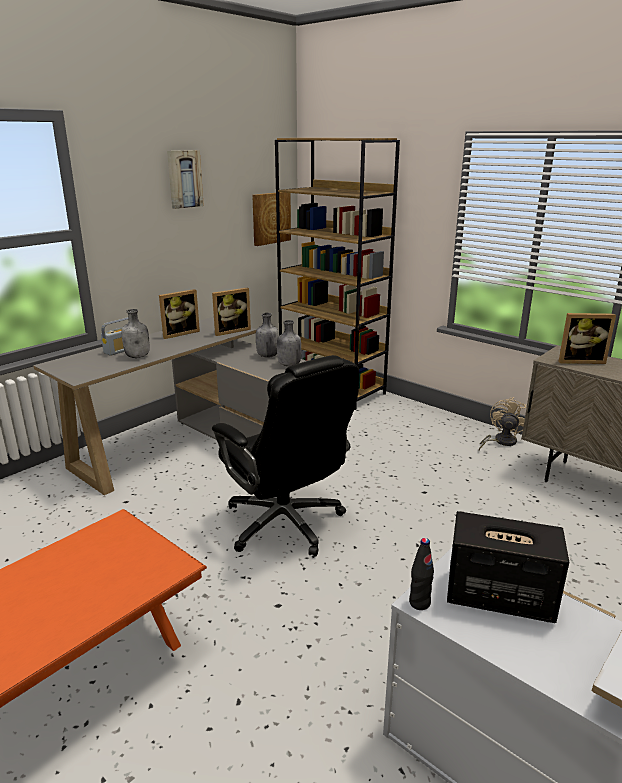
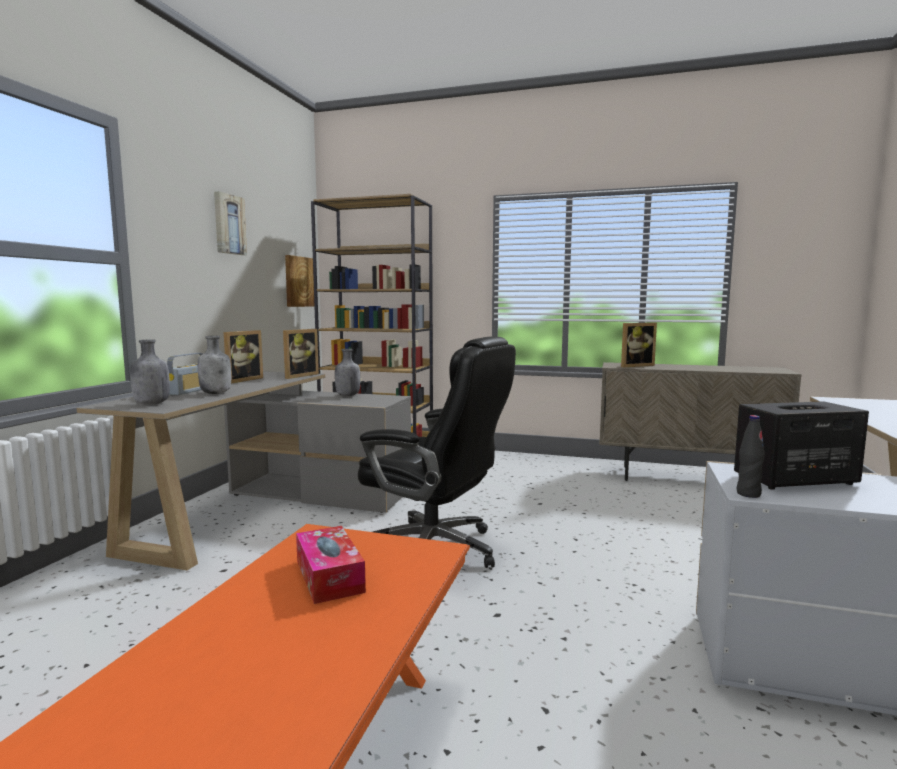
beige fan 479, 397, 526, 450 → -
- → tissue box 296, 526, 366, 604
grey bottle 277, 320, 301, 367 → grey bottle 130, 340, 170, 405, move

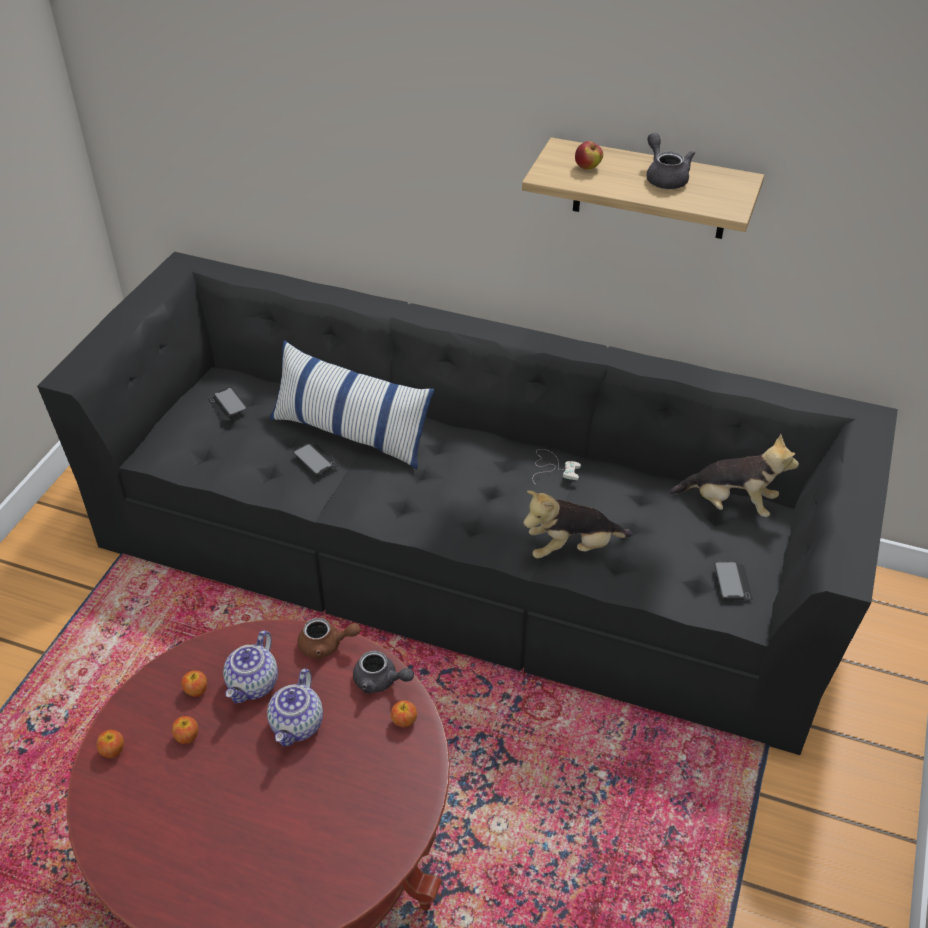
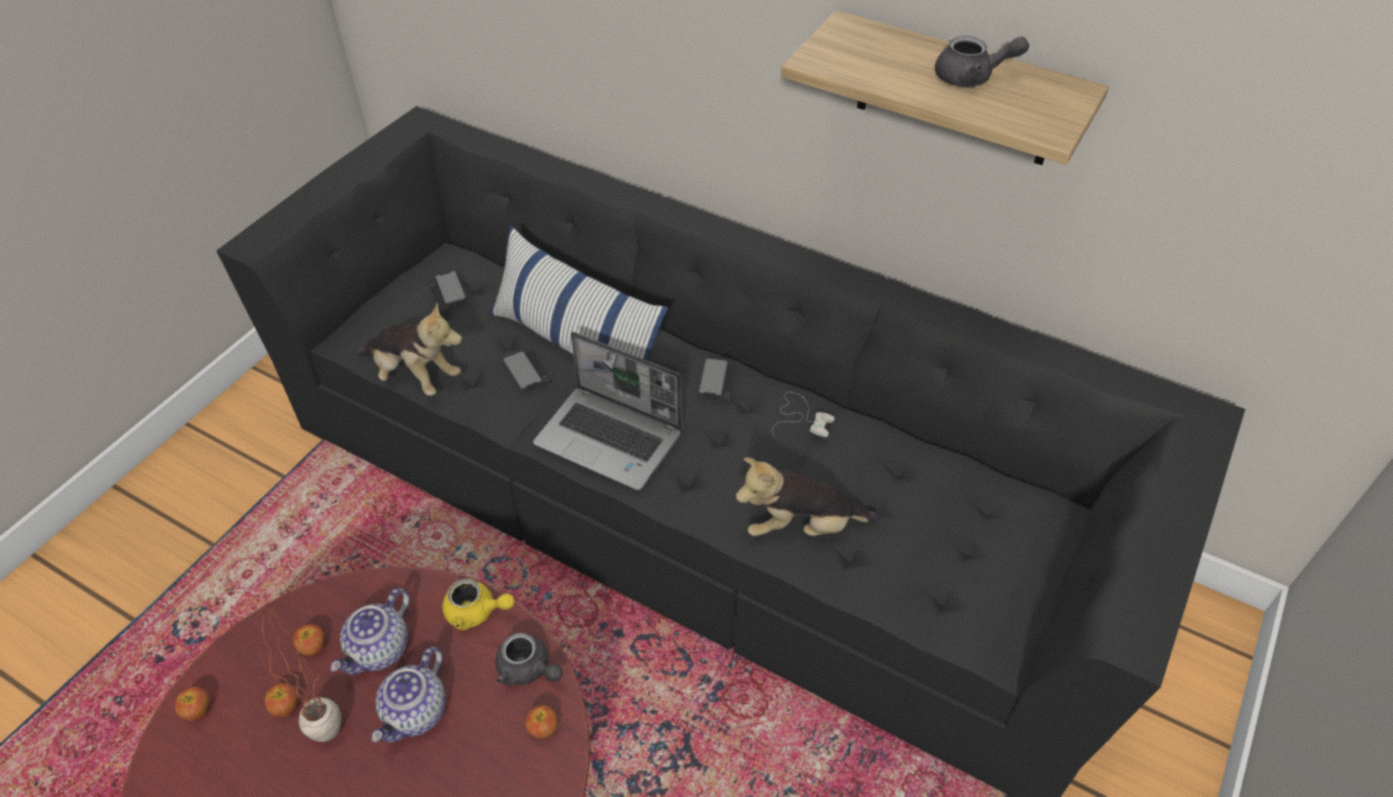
apple 575, 141, 603, 170 → -
- → potted plant 260, 607, 342, 742
- → laptop 533, 332, 682, 490
plush toy 669, 434, 799, 517 → plush toy 356, 302, 462, 396, move
phone 714, 561, 753, 601 → phone 698, 358, 737, 401, move
brown teapot 297, 618, 361, 659 → yellow teapot 442, 579, 515, 630
grey teapot 647, 133, 695, 189 → grey teapot 935, 36, 1029, 87, 105 degrees clockwise

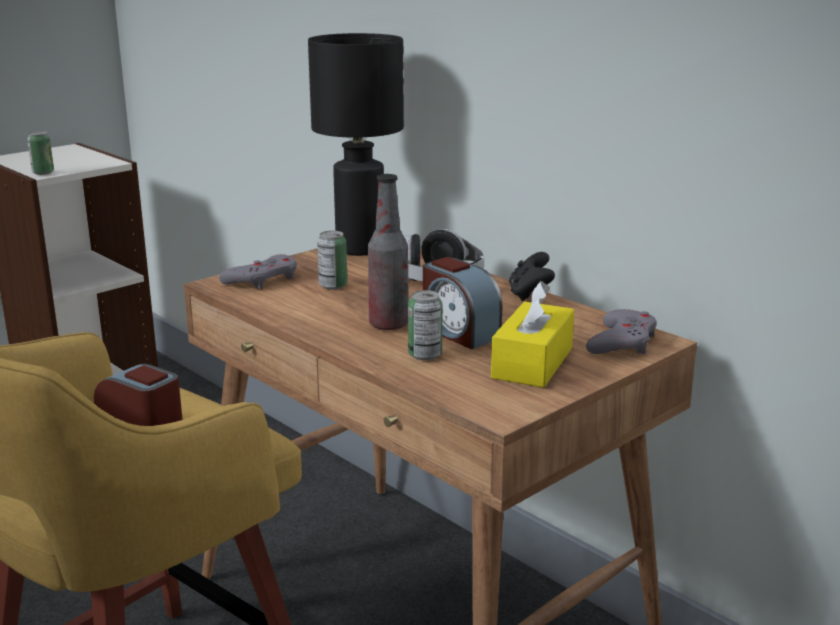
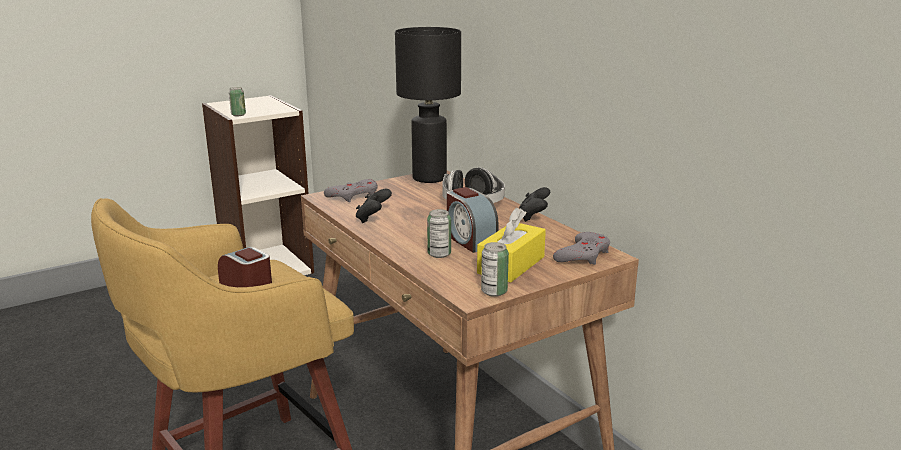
bottle 368, 174, 409, 330 → -
- → black game controller 356, 189, 392, 223
can 317, 231, 347, 290 → can 481, 242, 509, 297, move

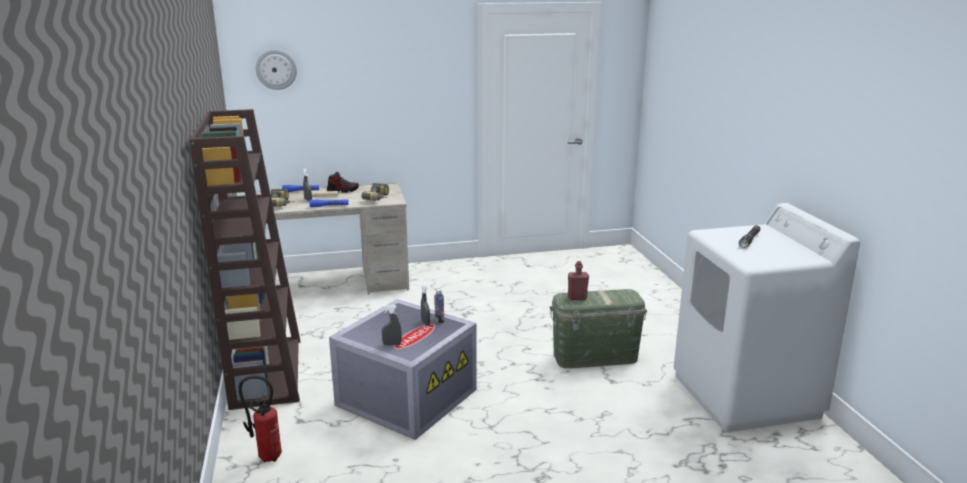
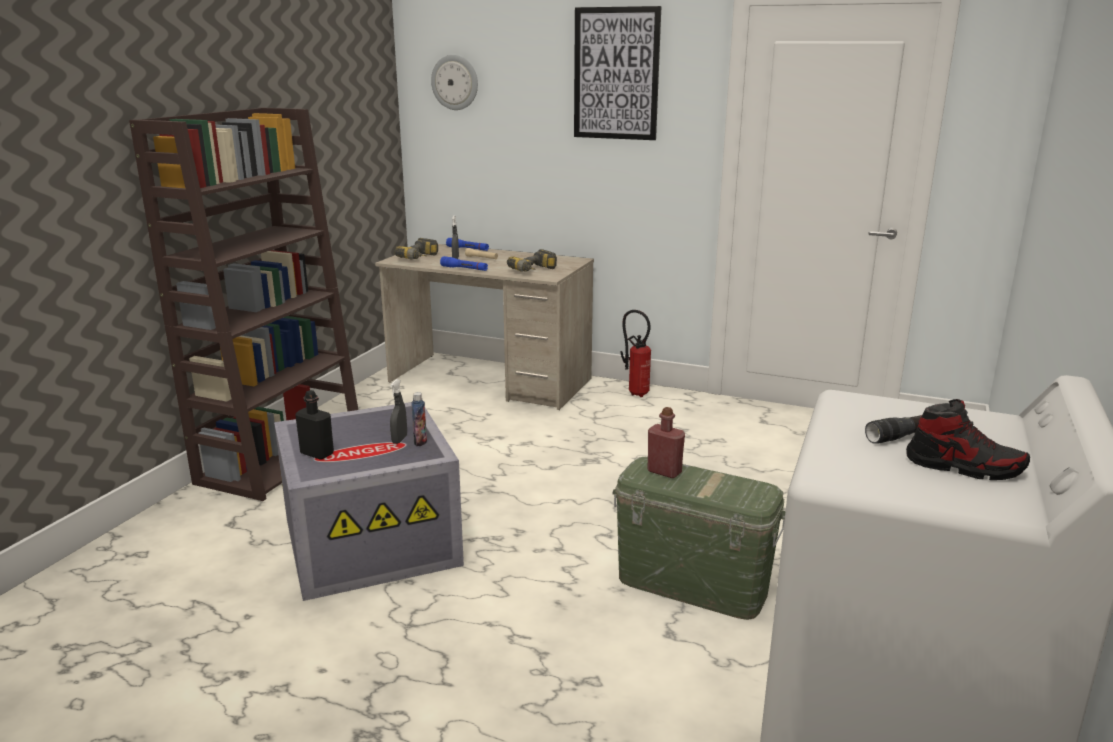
- → picture 574, 6, 661, 140
fire extinguisher 238, 375, 282, 462 → fire extinguisher 621, 310, 651, 397, move
shoe 327, 172, 359, 193 → shoe 906, 399, 1030, 480, move
grey spray bottle 382, 305, 402, 346 → black bottle 295, 390, 334, 460

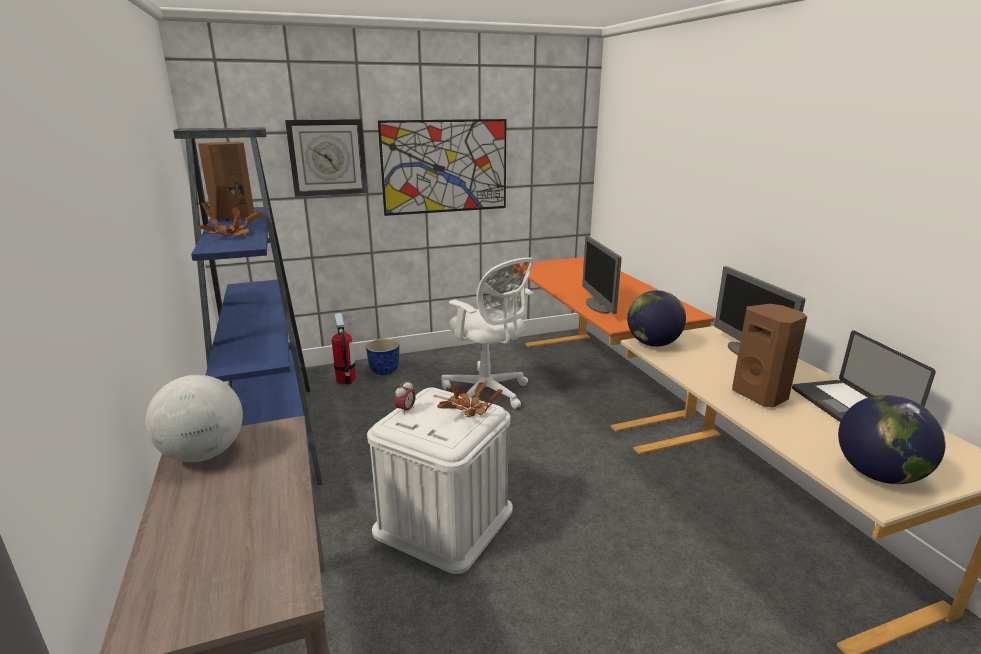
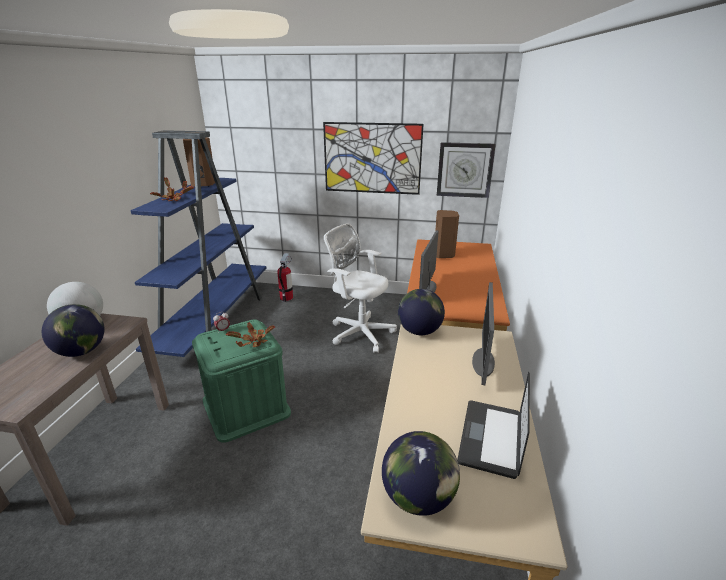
planter 366, 339, 399, 375 → -
- → globe 42, 304, 104, 357
wall clock 285, 119, 368, 197 → wall clock 437, 142, 496, 198, move
brown speaker 732, 304, 807, 408 → brown speaker 435, 210, 459, 258, move
white storage box 367, 388, 513, 574 → green storage box 192, 319, 291, 443
white office chair 441, 257, 535, 409 → white office chair 324, 224, 397, 353, 135 degrees clockwise

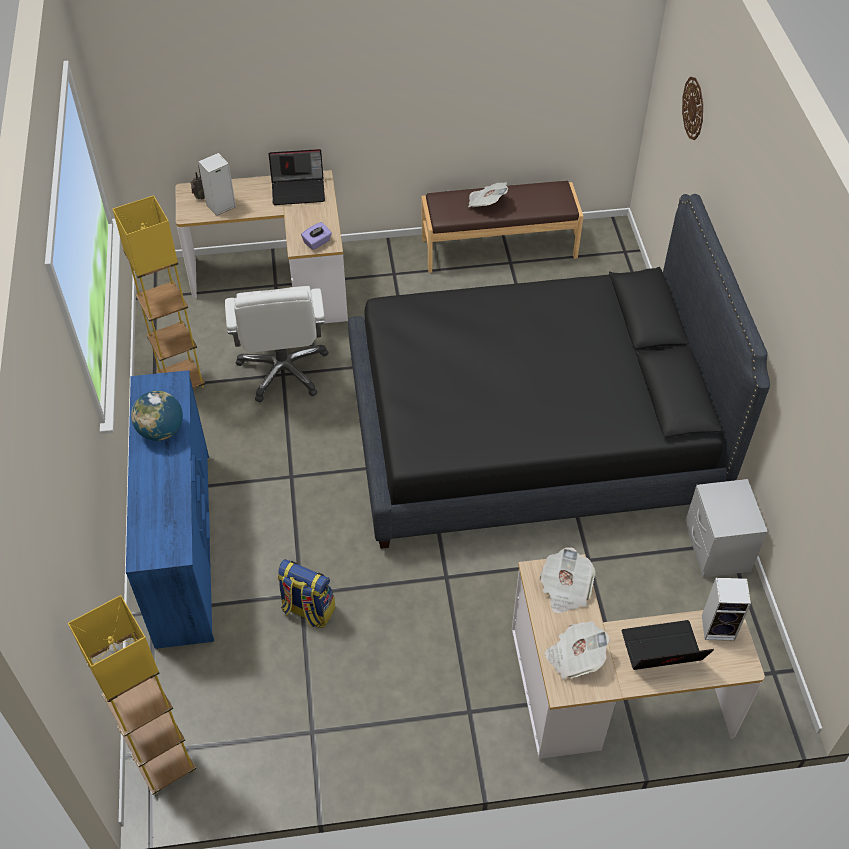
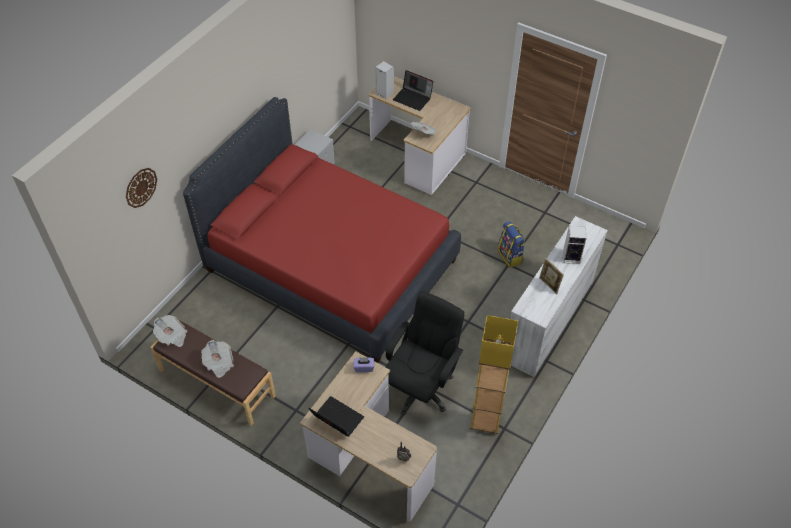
yellow floor lamp 68, 595, 196, 795 → -
speaker 198, 153, 236, 216 → speaker 563, 226, 587, 264, move
newspaper 544, 621, 610, 679 → newspaper 153, 315, 187, 347, move
globe 131, 391, 183, 441 → picture frame 539, 258, 564, 294
blue dresser 126, 370, 214, 649 → white dresser 506, 216, 608, 377
white office chair 225, 286, 329, 402 → black office chair 386, 291, 465, 415
black bed 348, 194, 770, 549 → red bed 183, 97, 461, 363

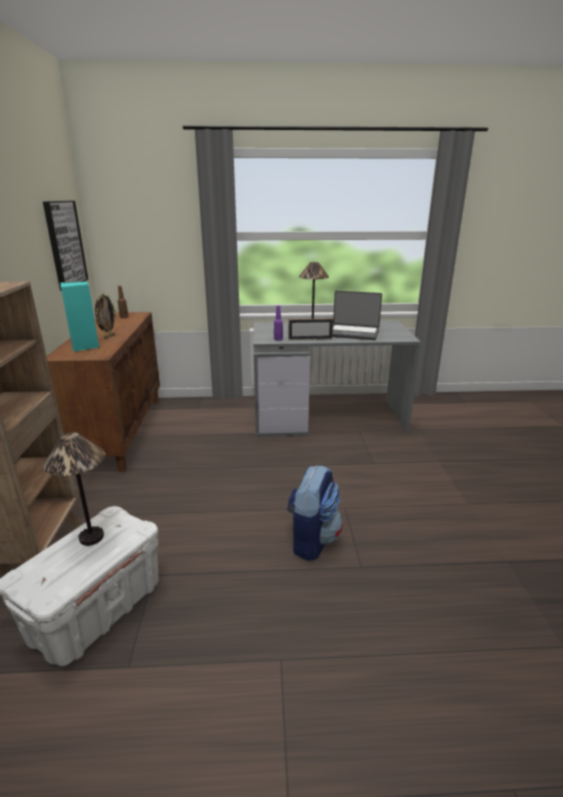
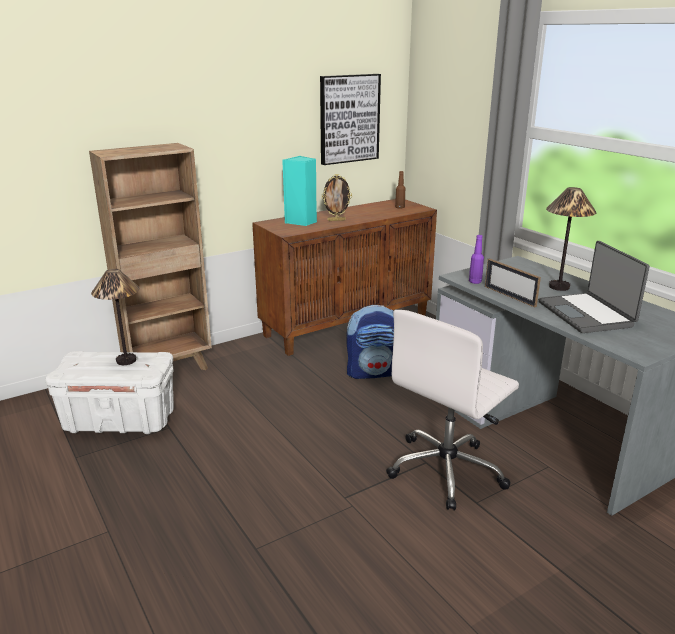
- → white office chair 386, 310, 519, 510
backpack 287, 465, 343, 561 → backpack 347, 305, 394, 379, move

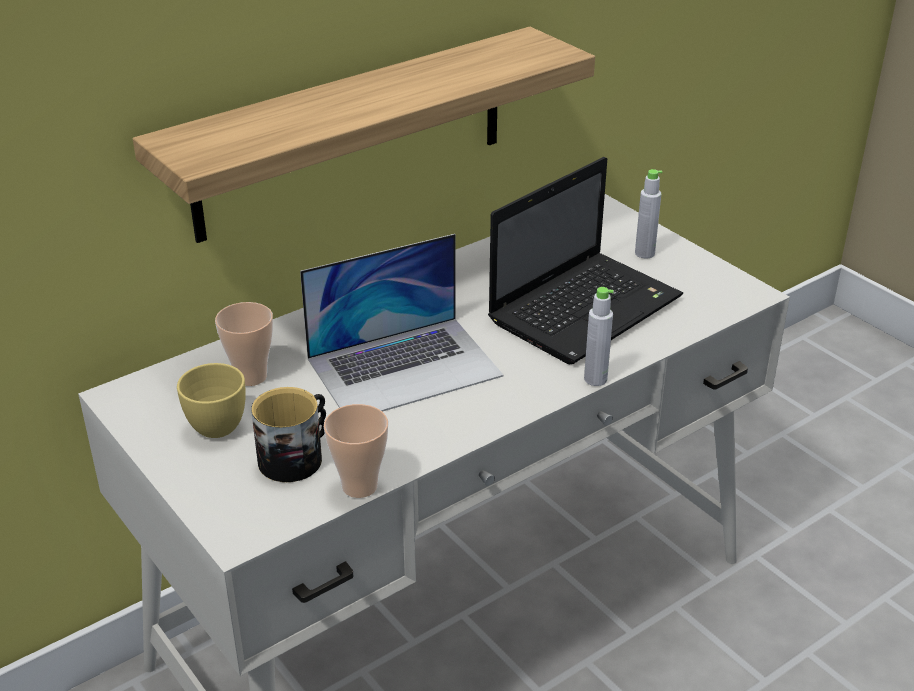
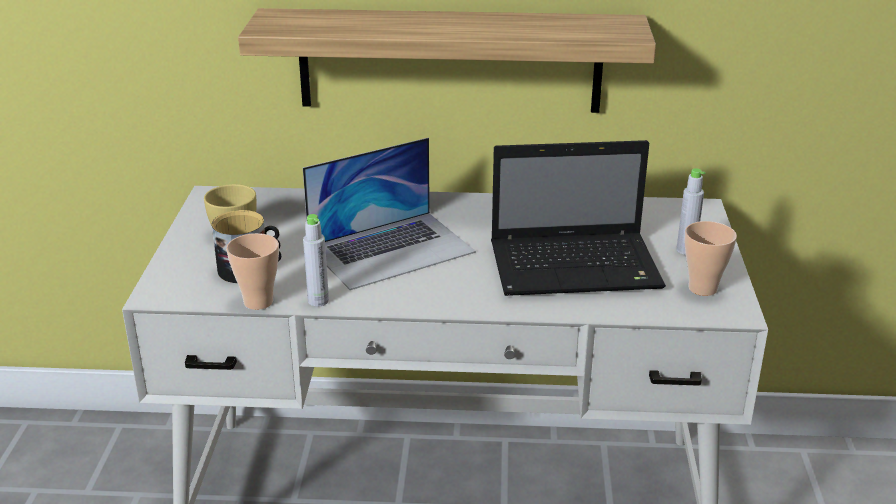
cup 215, 302, 273, 386 → cup 684, 221, 737, 296, move
grey bottle 584, 287, 614, 386 → grey bottle 303, 214, 329, 307, move
laptop 300, 234, 504, 412 → laptop 303, 138, 476, 290, 45 degrees counterclockwise

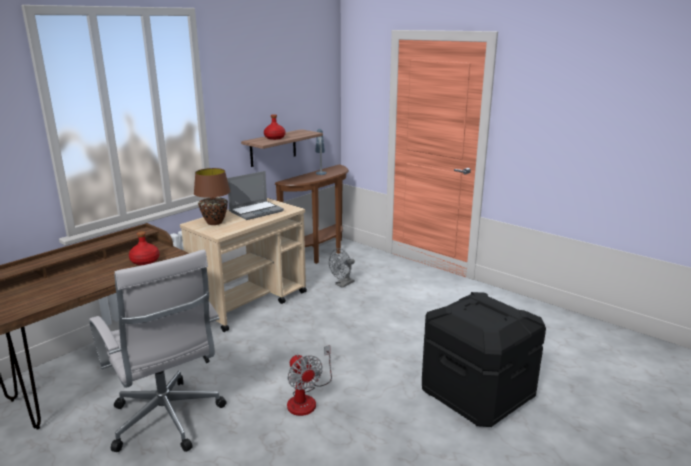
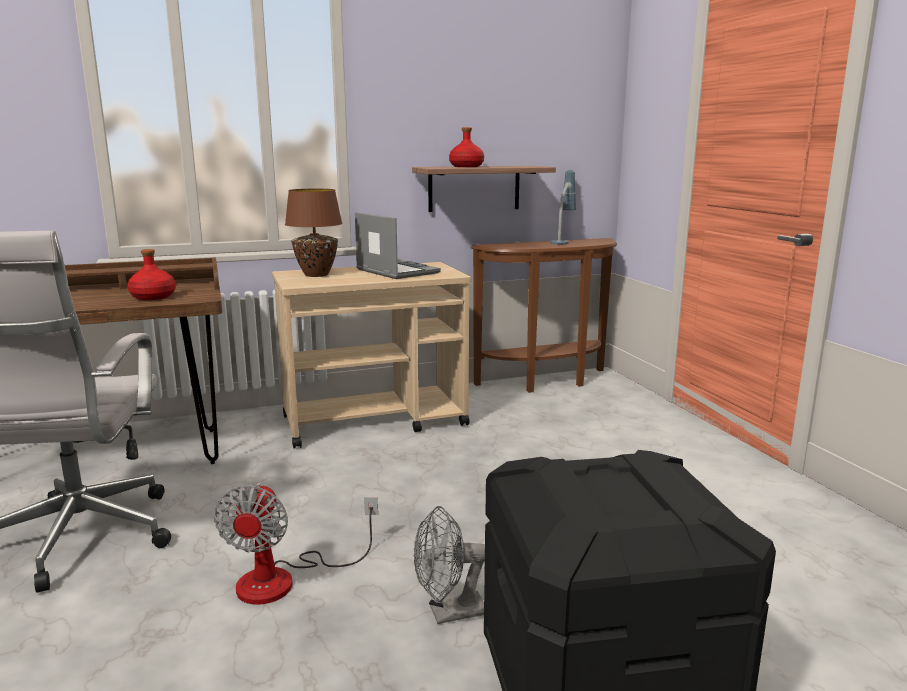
grey fan 329, 248, 355, 288 → grey fan 414, 506, 485, 624, move
laptop 227, 171, 284, 220 → laptop 355, 212, 441, 279, 120 degrees counterclockwise

